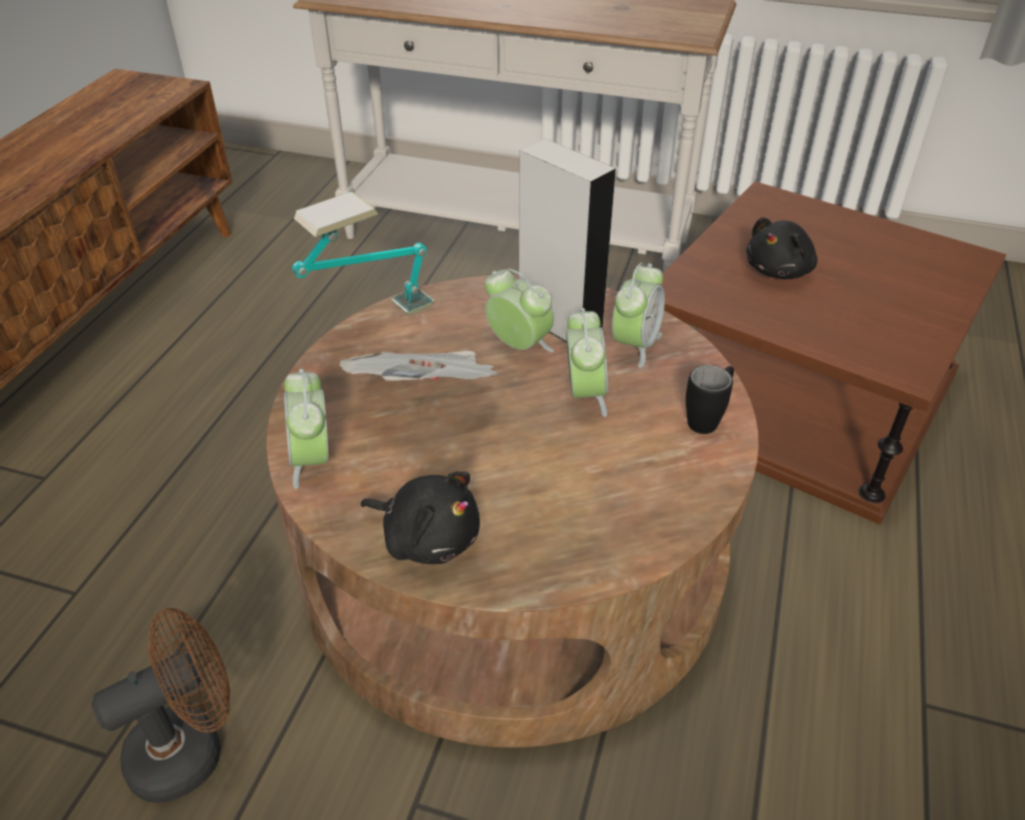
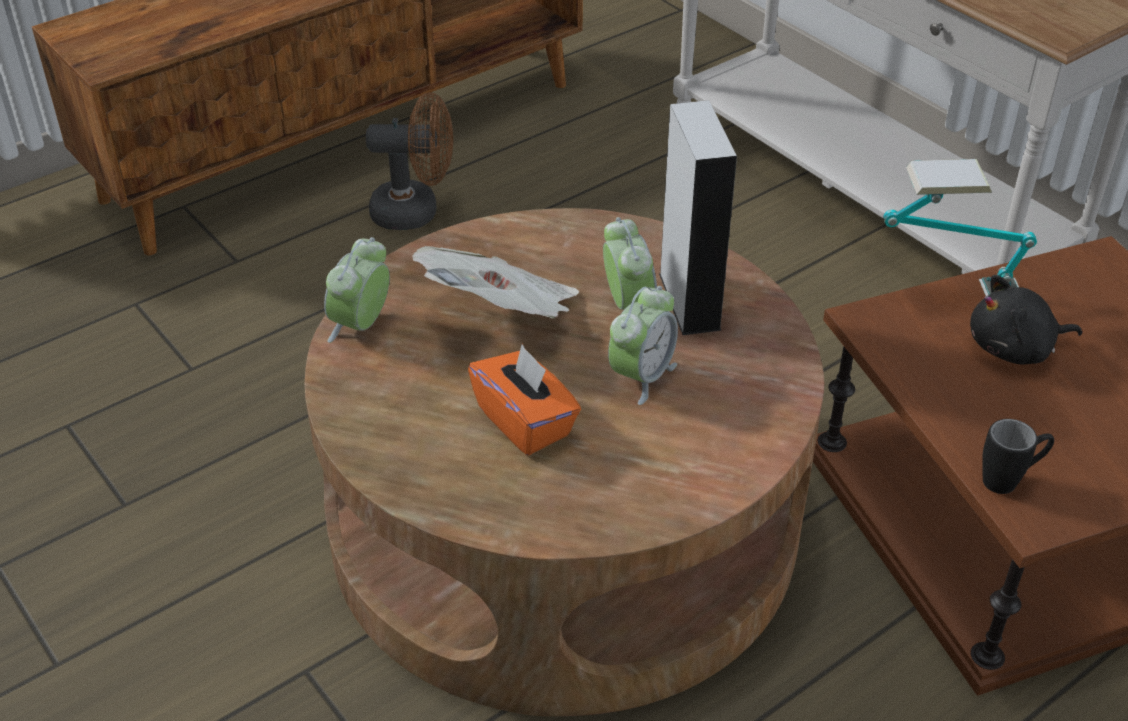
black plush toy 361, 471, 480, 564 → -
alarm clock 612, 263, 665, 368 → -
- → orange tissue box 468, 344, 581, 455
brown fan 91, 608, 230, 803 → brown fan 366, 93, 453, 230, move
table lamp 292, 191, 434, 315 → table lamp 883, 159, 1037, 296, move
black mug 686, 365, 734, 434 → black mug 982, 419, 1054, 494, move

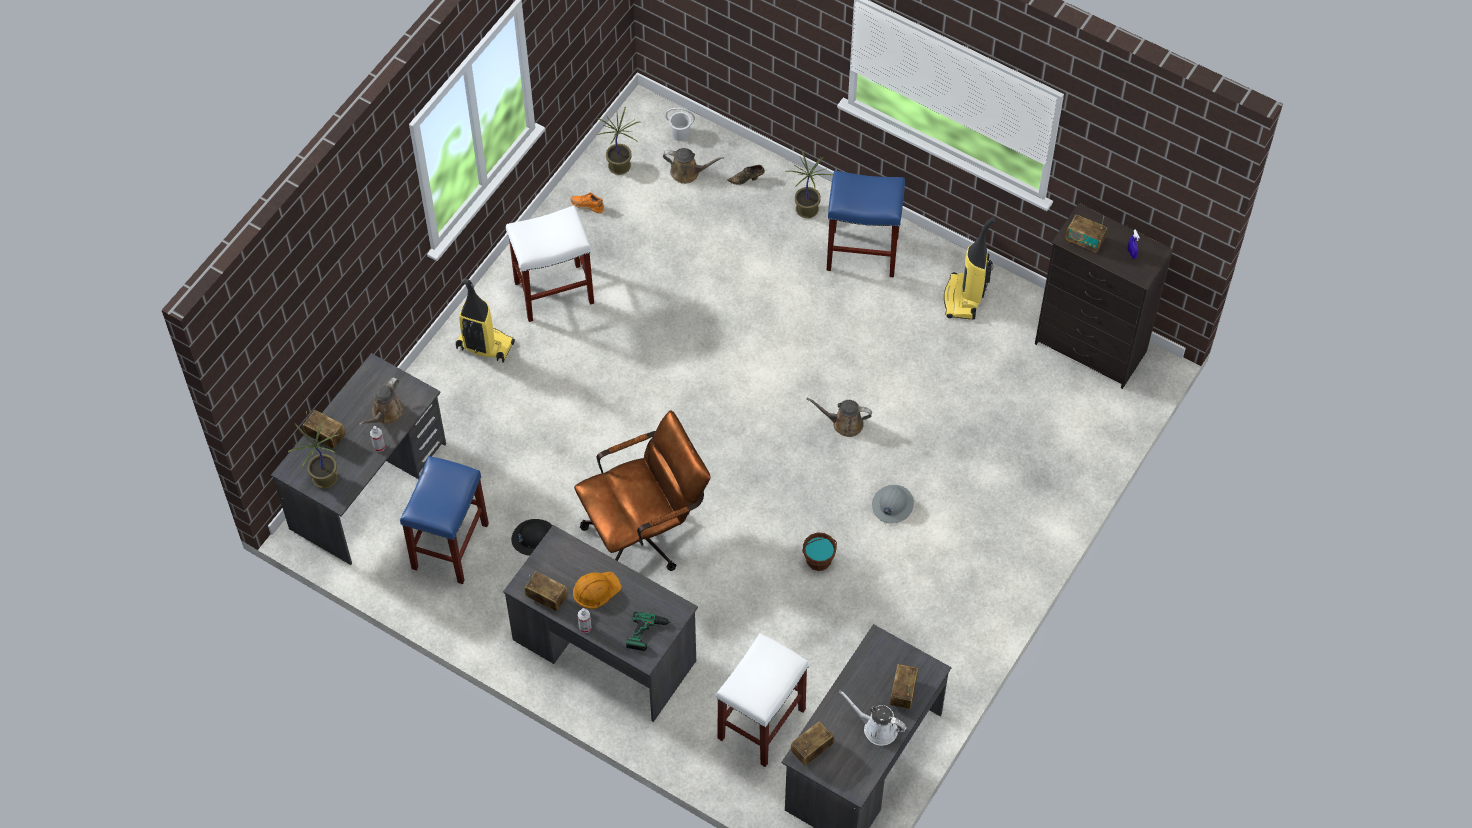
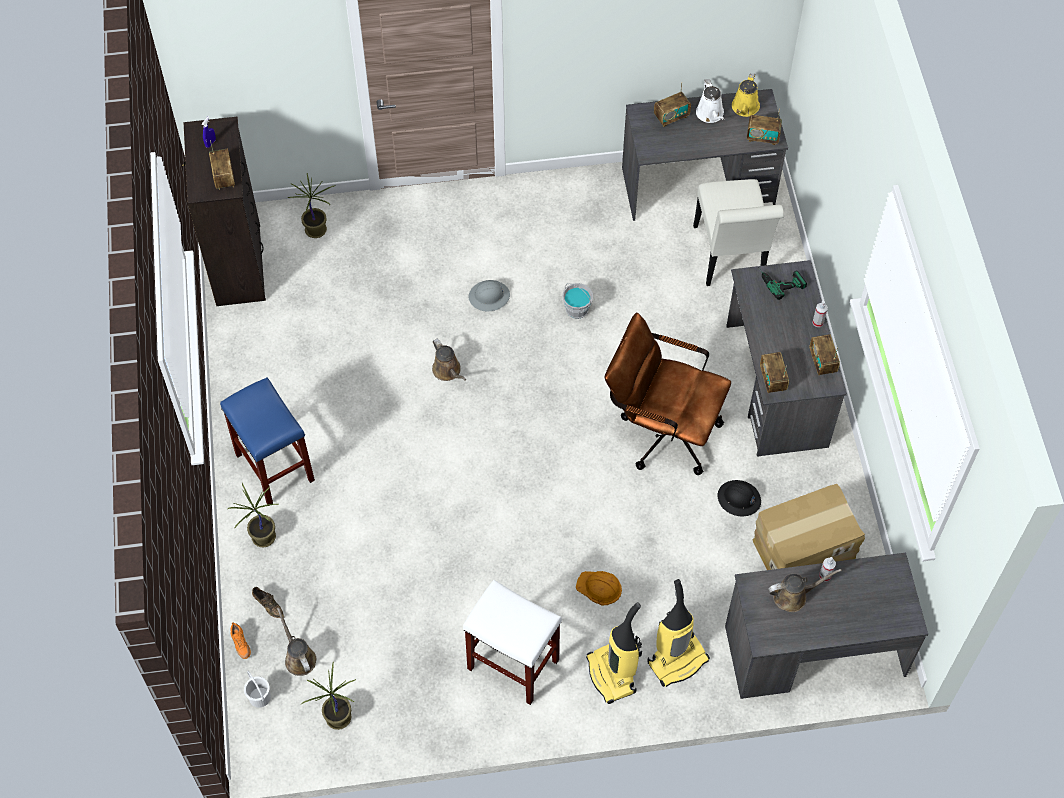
- → yellow watering can 732, 73, 760, 117
potted plant 288, 420, 340, 489 → potted plant 287, 173, 336, 238, move
radio 303, 410, 345, 449 → radio 760, 352, 789, 393, move
orange shoe 570, 193, 604, 213 → orange shoe 231, 622, 251, 659, move
orange hard hat 573, 572, 622, 609 → orange hard hat 576, 571, 622, 606, move
vacuum cleaner 944, 217, 996, 319 → vacuum cleaner 647, 579, 710, 687, move
blue stool 400, 456, 489, 584 → cardboard box 752, 484, 865, 570
white stool 716, 633, 809, 767 → white chair 693, 179, 784, 286
brown bucket 802, 532, 837, 571 → grey bucket 562, 283, 593, 319

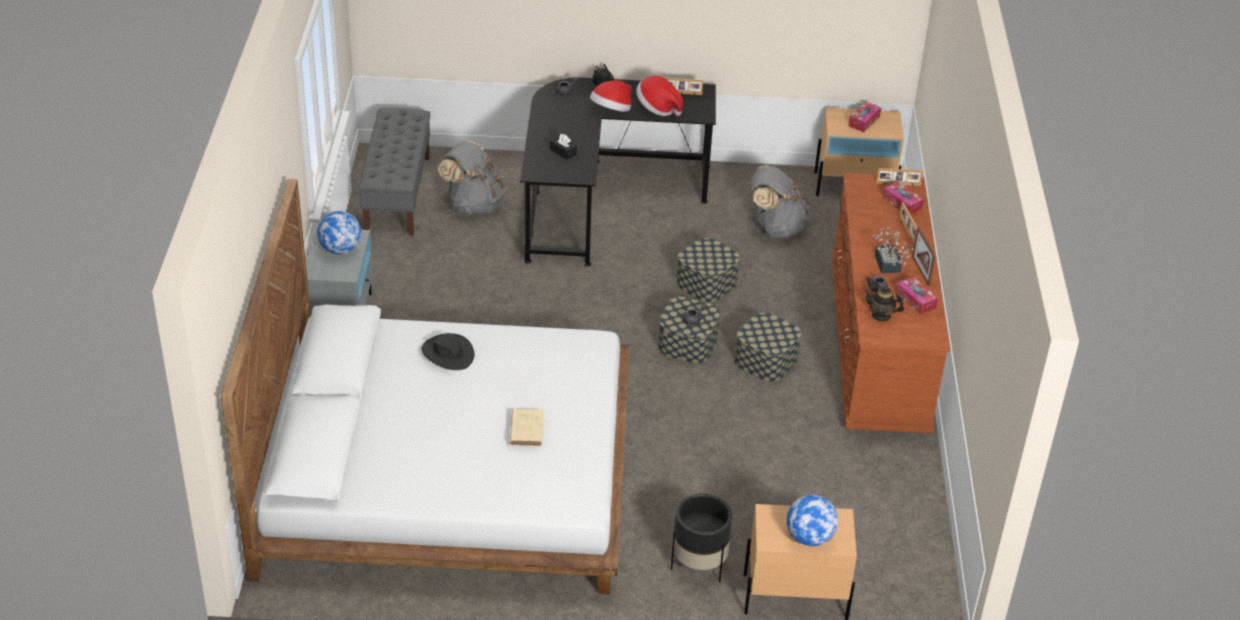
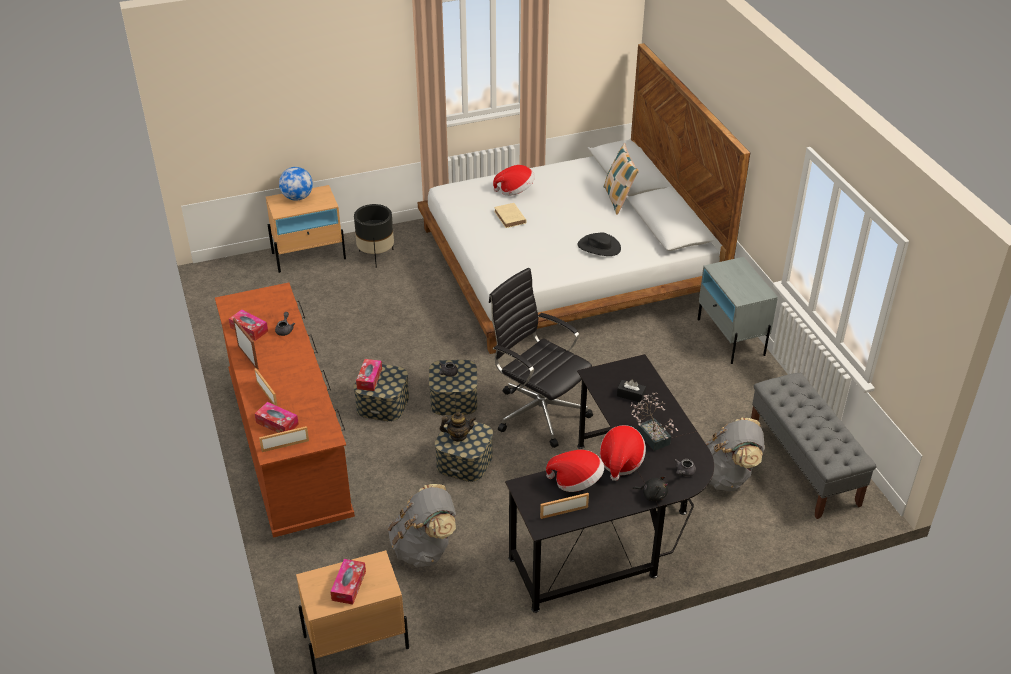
globe 317, 211, 361, 254 → -
- → tissue box 356, 359, 382, 391
- → black office chair 489, 268, 593, 448
- → hat 493, 165, 535, 196
- → pillow 603, 143, 639, 215
teapot 865, 285, 904, 322 → teapot 440, 412, 476, 442, move
potted plant 872, 226, 914, 274 → potted plant 630, 393, 678, 451, move

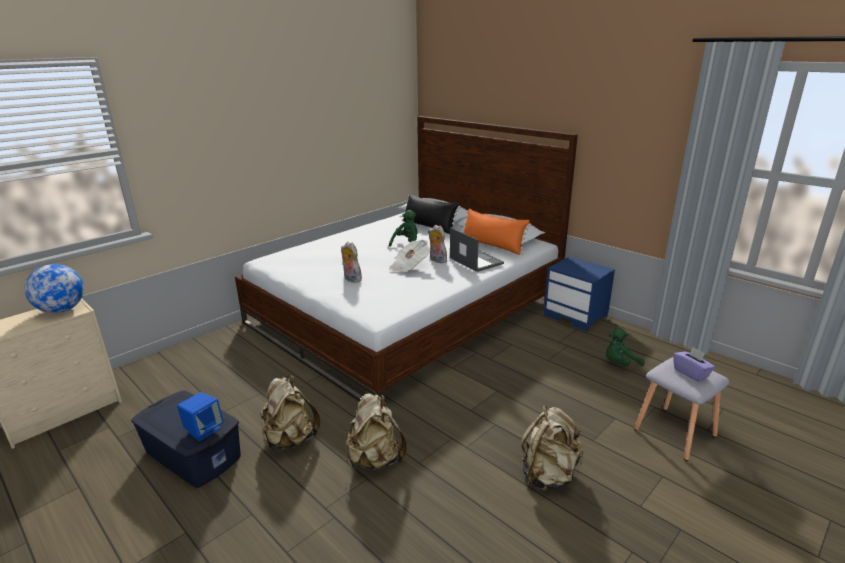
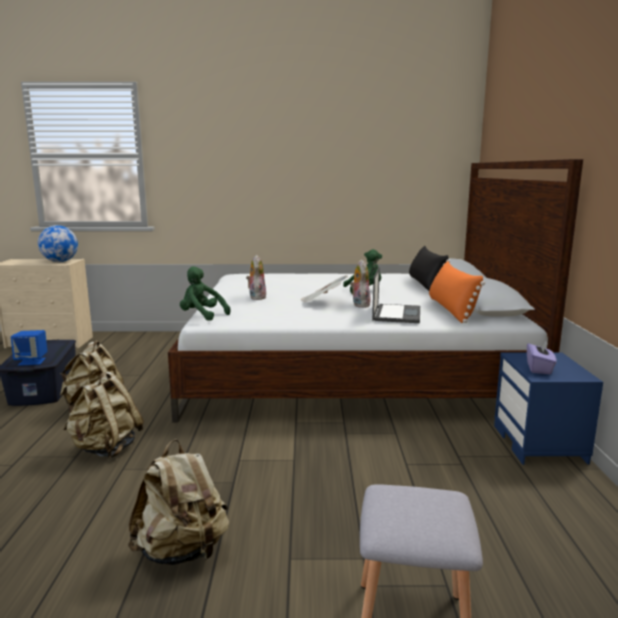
green plush toy 606, 328, 645, 366 → green plush toy 180, 266, 231, 321, move
purple tissue box 673, 347, 715, 382 → purple tissue box 527, 341, 557, 374, move

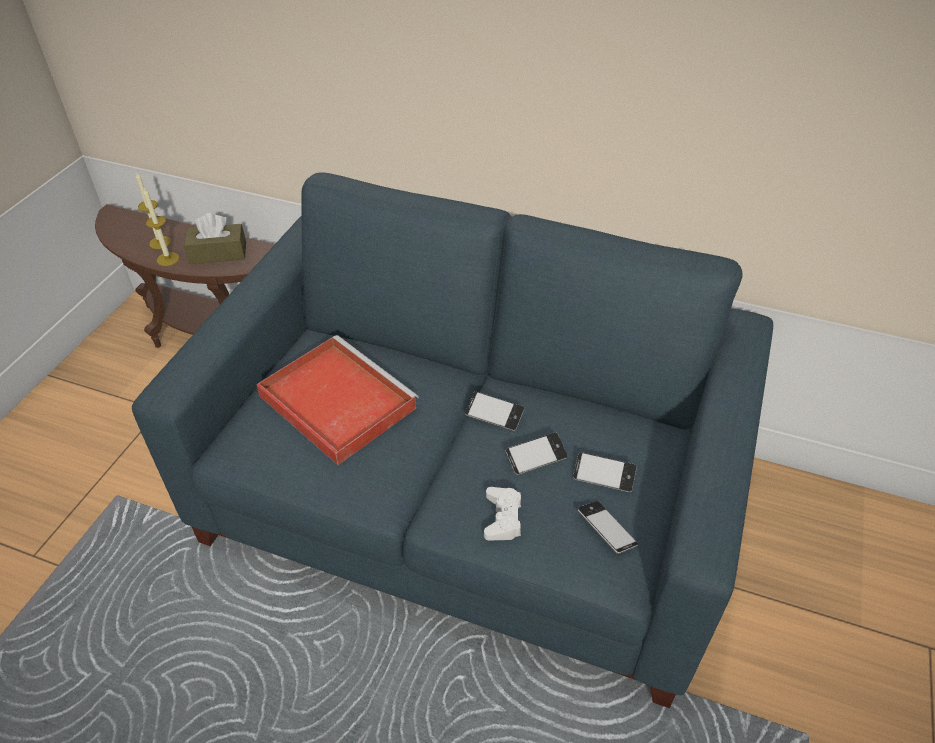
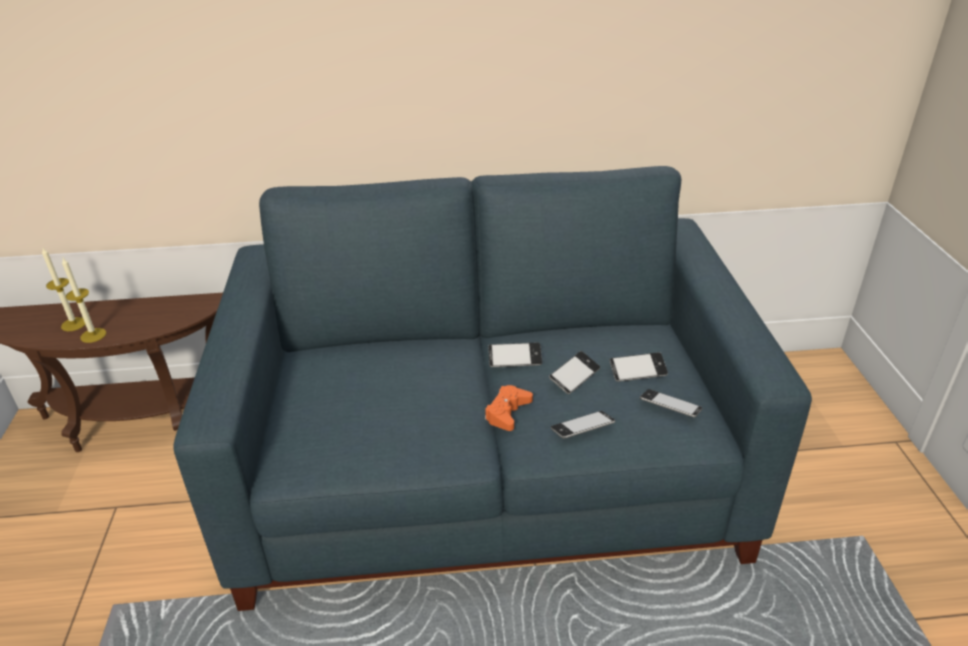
brown tissue box 184, 213, 246, 264 → -
red tray 256, 335, 419, 465 → -
- → orange game controller 485, 385, 533, 431
white game controller 484, 487, 522, 540 → phone 551, 411, 615, 439

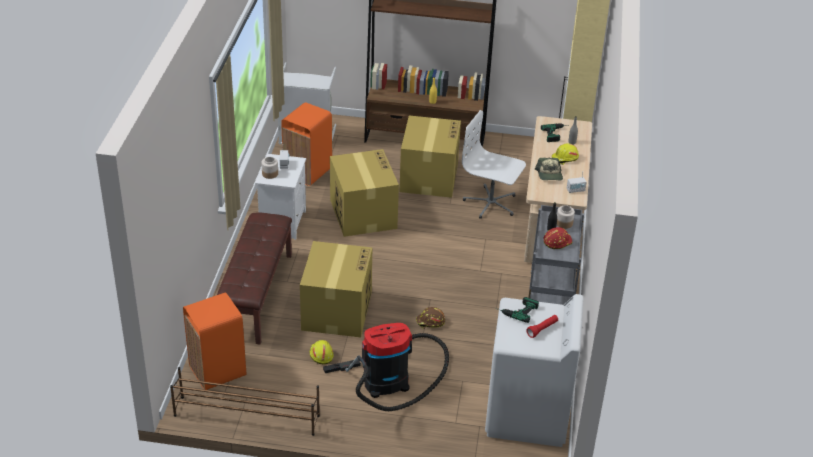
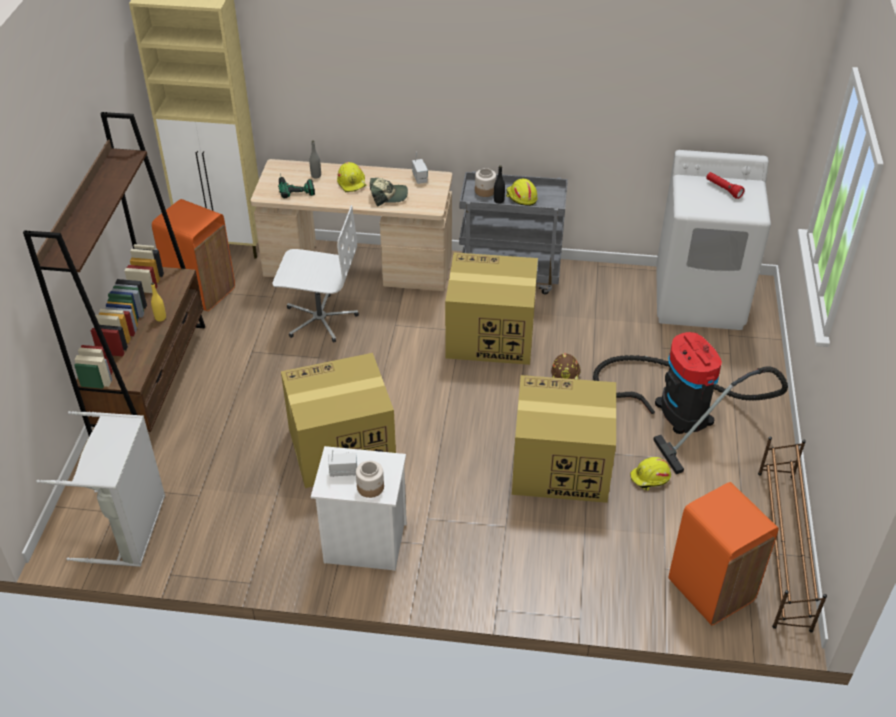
brown bench 217, 212, 292, 345 → -
power drill 495, 297, 539, 323 → -
orange trash can 281, 103, 332, 186 → orange trash can 152, 199, 235, 311, move
cardboard box 399, 115, 461, 198 → cardboard box 445, 252, 538, 365, move
red hard hat 544, 227, 572, 249 → yellow hard hat 506, 179, 538, 206
white office chair 462, 110, 526, 219 → white office chair 272, 205, 359, 343, 105 degrees counterclockwise

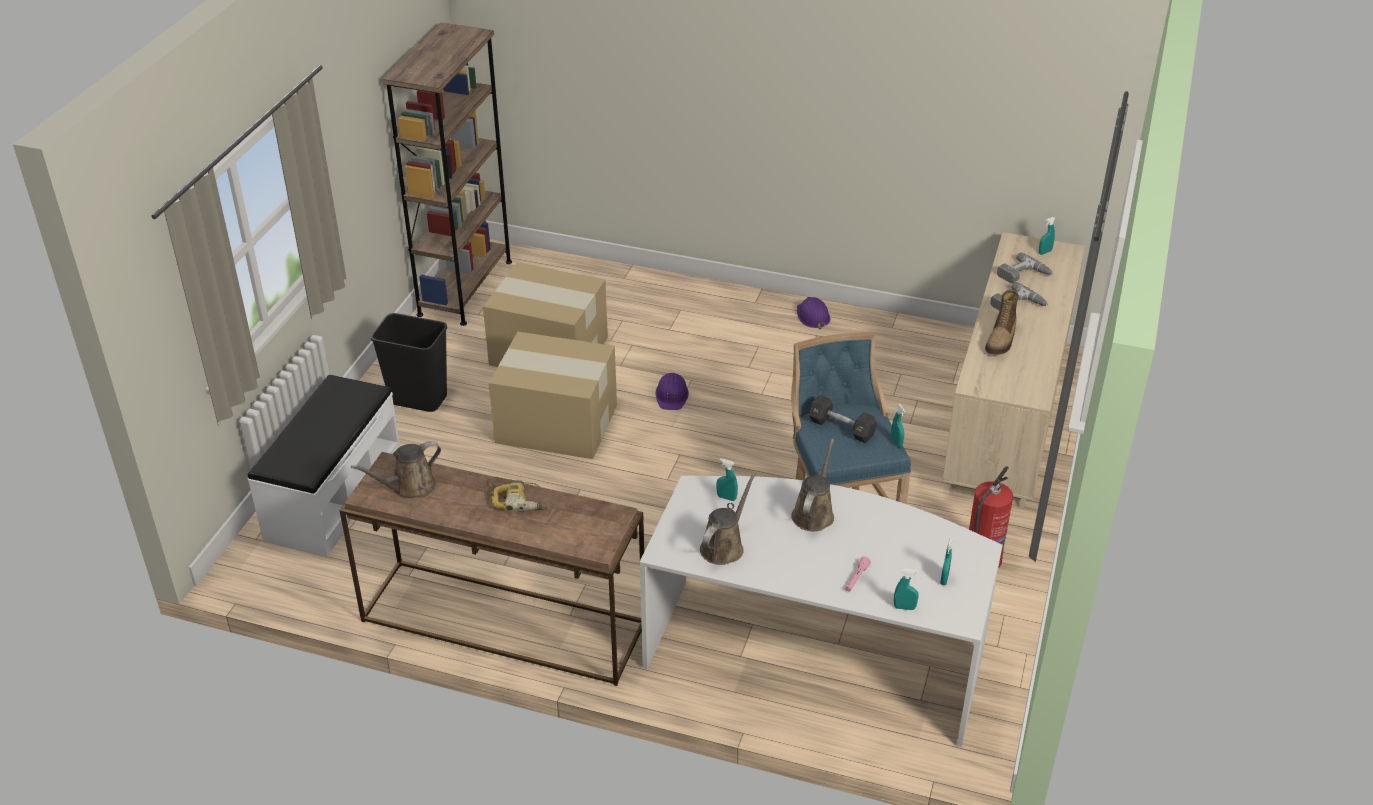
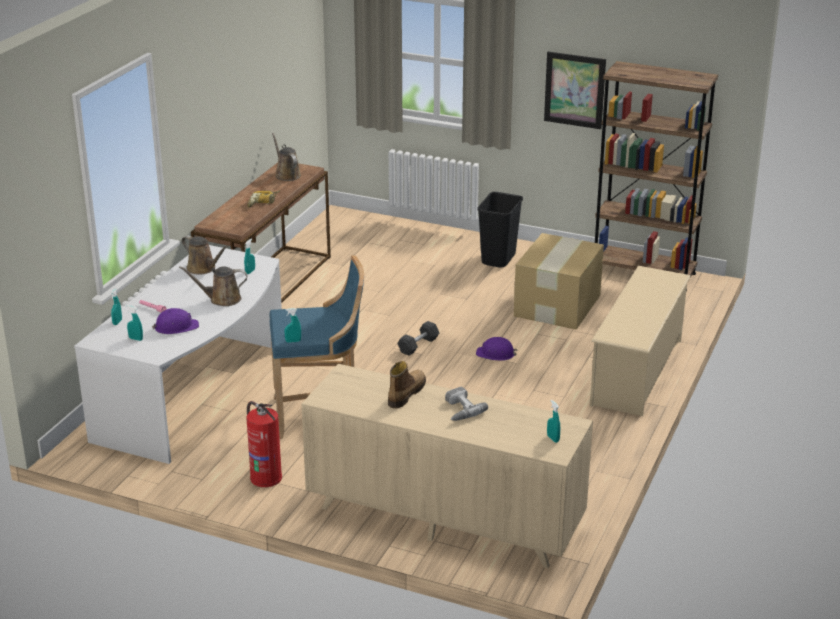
white bench 248, 375, 400, 557 → -
cardboard box 489, 332, 617, 459 → -
power drill 997, 252, 1053, 283 → -
- → picture 544, 52, 606, 129
- → beige shoe rack 590, 266, 691, 416
purple hard hat 797, 297, 831, 329 → purple hard hat 152, 308, 199, 334, move
black dumbbell 809, 395, 877, 443 → black dumbbell 397, 321, 439, 356, move
brown watering can 791, 439, 834, 531 → brown watering can 179, 266, 248, 306, 150 degrees clockwise
boot 985, 290, 1019, 355 → boot 388, 361, 426, 408, 90 degrees clockwise

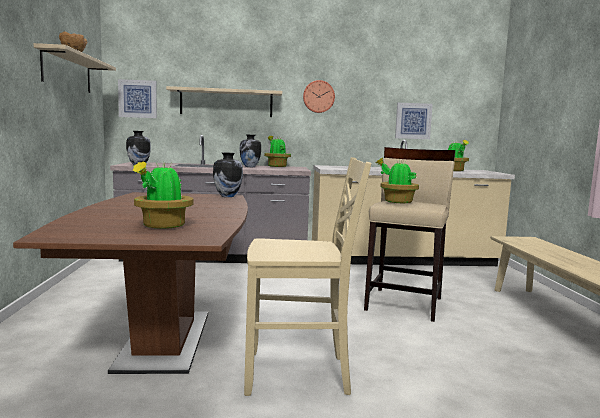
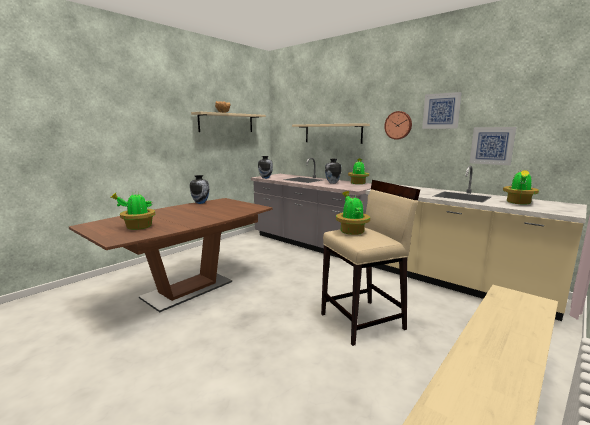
beige chair 244, 157, 372, 396 → -
picture 118, 79, 157, 118 → picture 422, 92, 462, 129, move
vase 213, 153, 243, 197 → vase 190, 175, 209, 204, move

